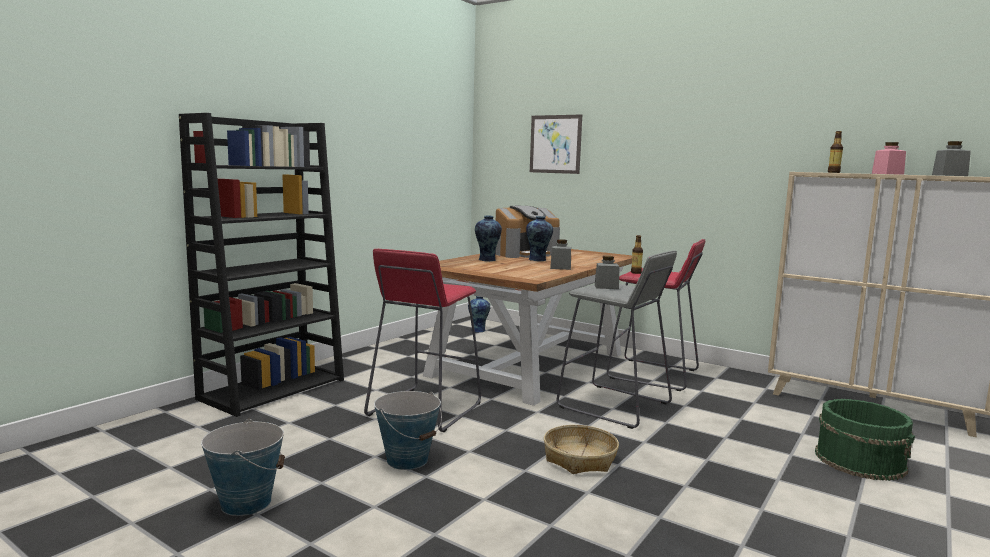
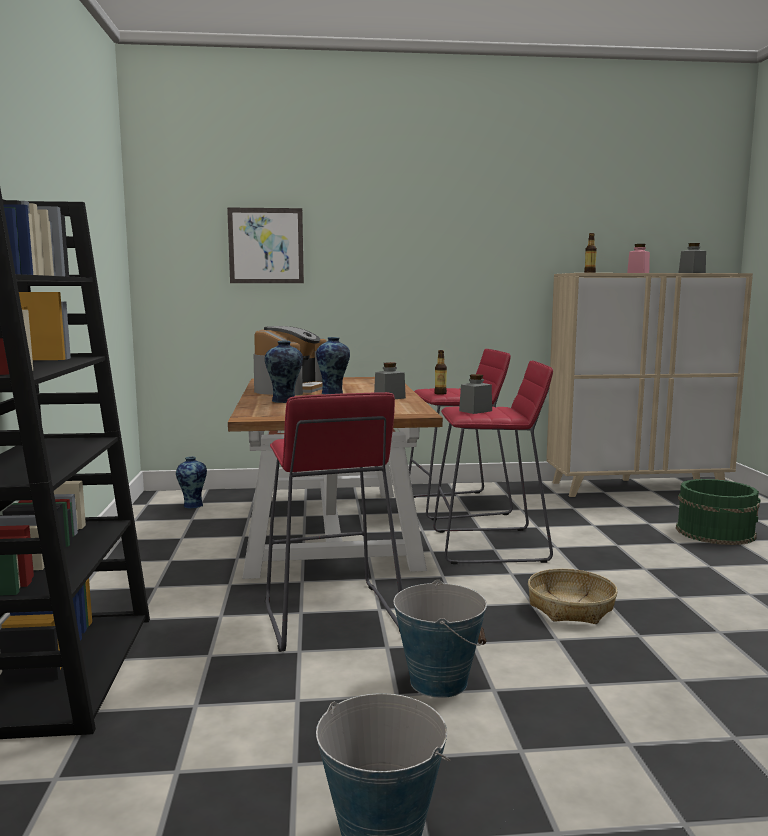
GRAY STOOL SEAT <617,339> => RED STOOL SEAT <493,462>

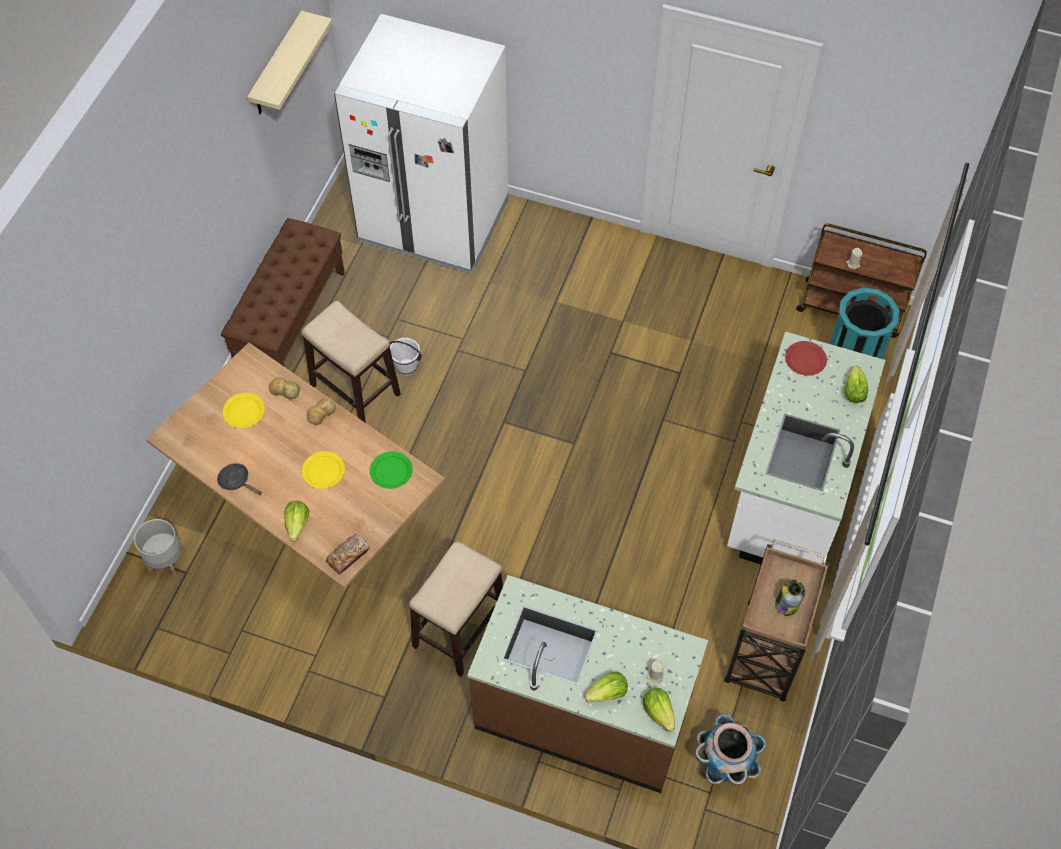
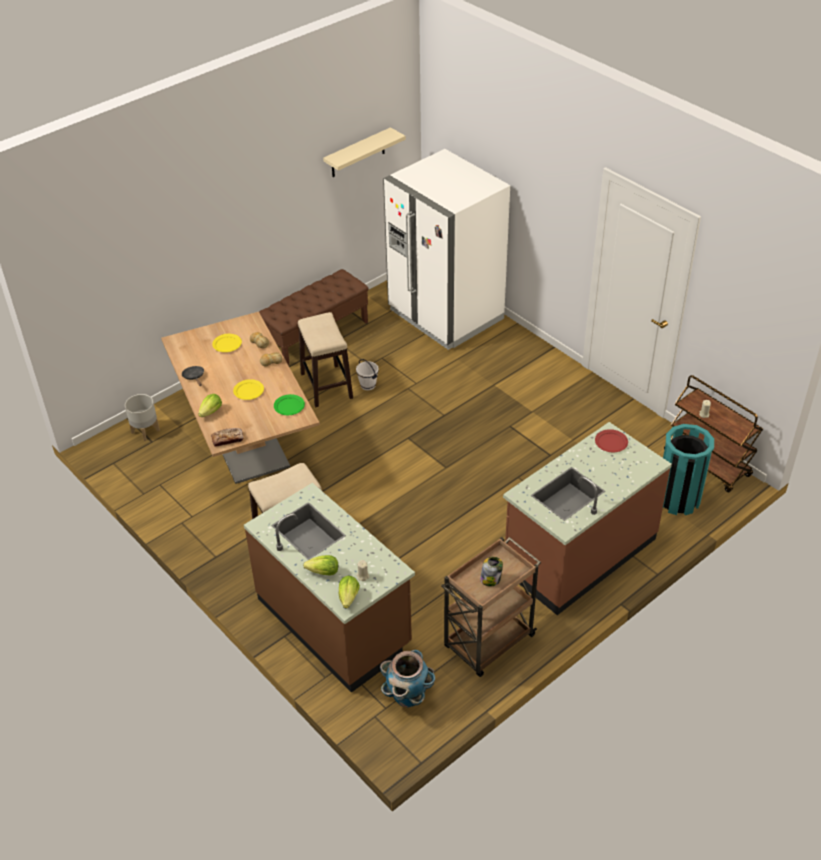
WHITISH KITCHEN BASE UNIT <806,448> => BROWN KITCHEN BASE UNIT <587,518>
LETTUCE <856,384> => nothing

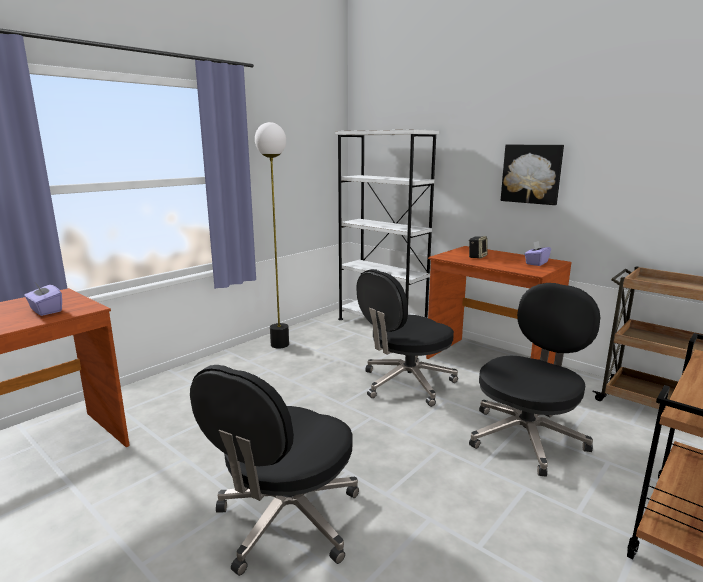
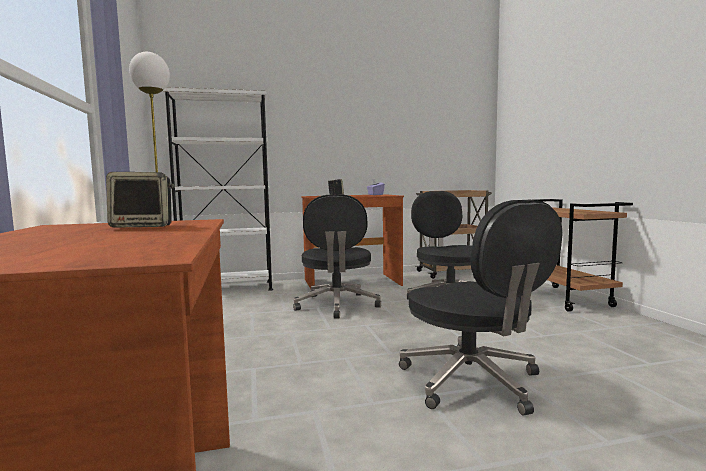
PURPLISH TISSUE BOX <43,299> => AUDIO SPEAKER <140,200>
PICTURE <532,175> => nothing

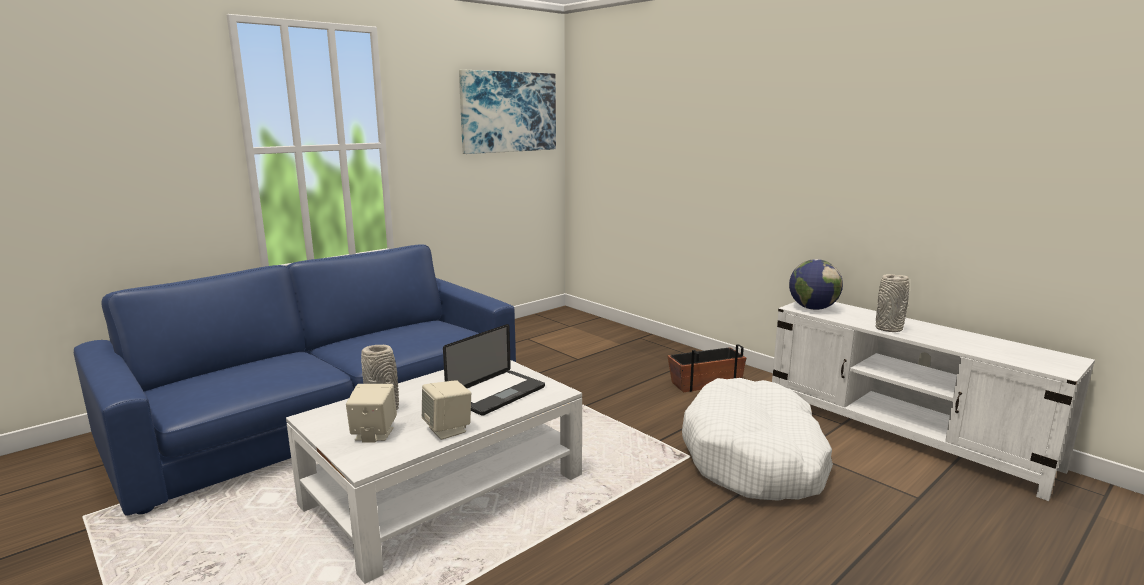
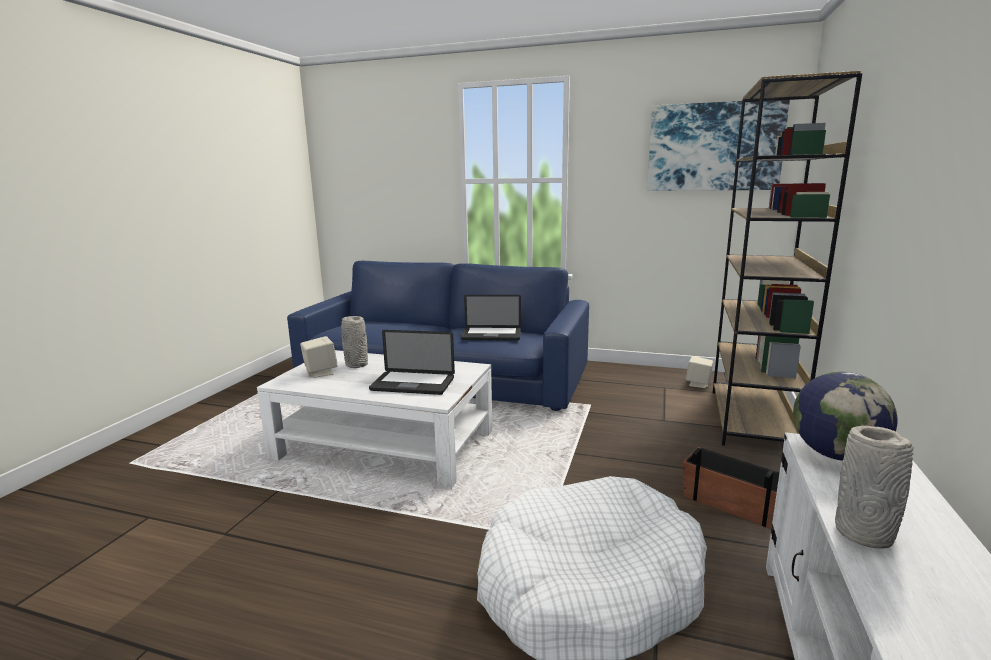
nothing => NOTEBOOK COMPUTER <491,317>
SAND-COLOURED AUDIO SPEAKER <446,410> => SAND-COLOURED AUDIO SPEAKER <699,372>, moved
nothing => BROWN SHELVING UNIT <788,258>

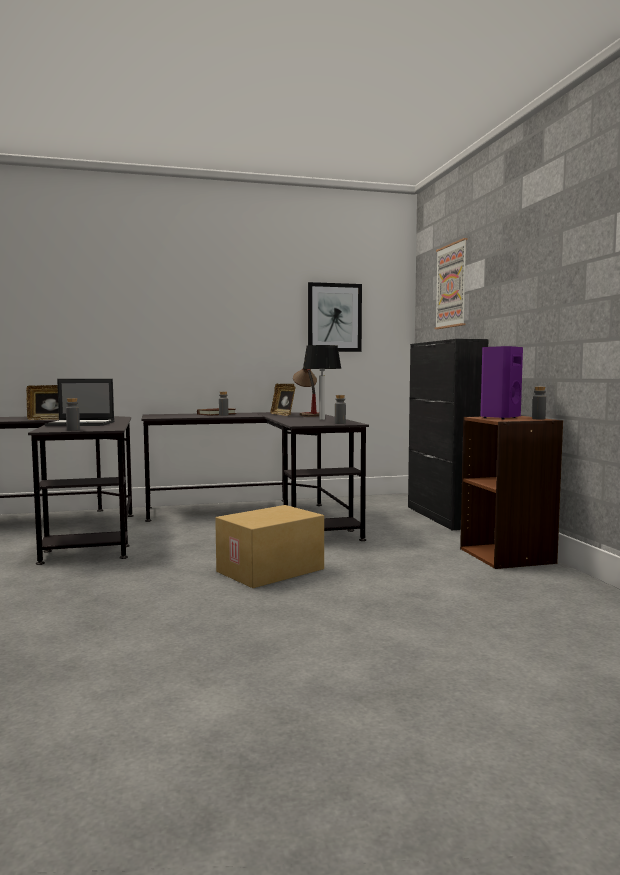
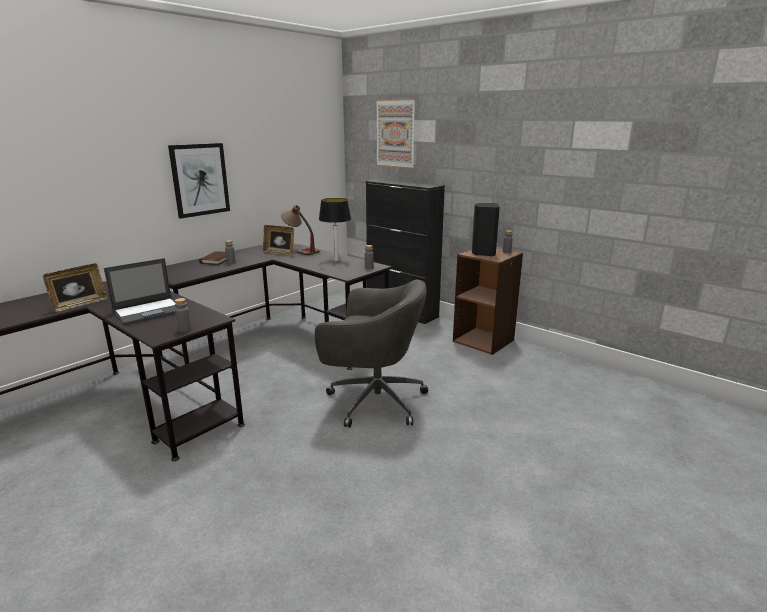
PICTURE <335,317> => PICTURE <199,181>, moved
CARTON <269,546> => GRAY COMPUTER CHAIR <371,354>
PURPLISH AUDIO SPEAKER <502,382> => BLACK-COLOURED AUDIO SPEAKER <486,230>

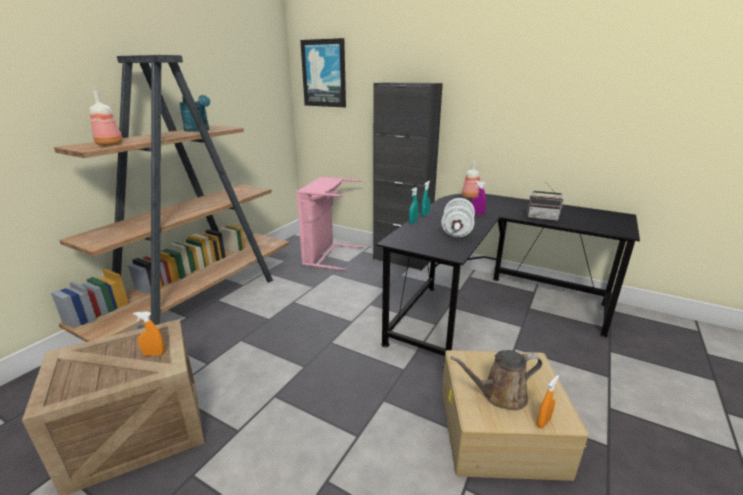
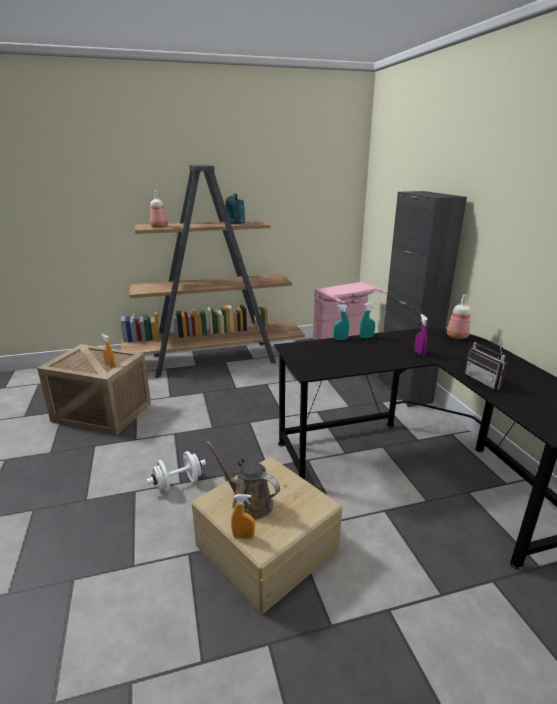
WHITISH DUMBBELL <458,217> => WHITISH DUMBBELL <176,472>, moved
PICTURE <323,72> => nothing

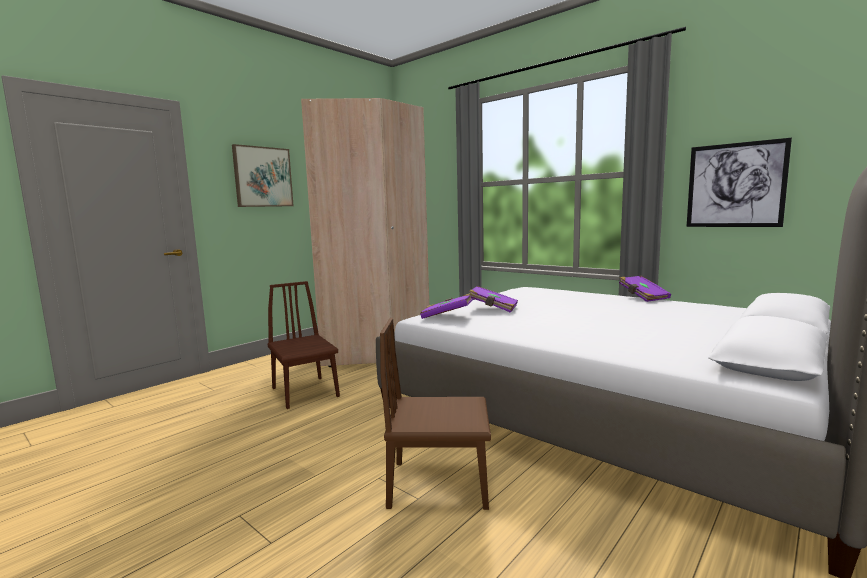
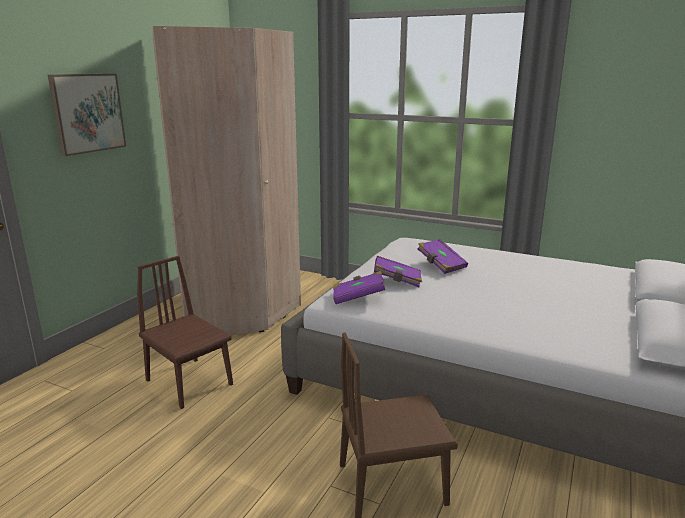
PURPLISH BOUND BOOK <645,289> => PURPLISH BOUND BOOK <442,256>, moved
PICTURE <739,182> => nothing

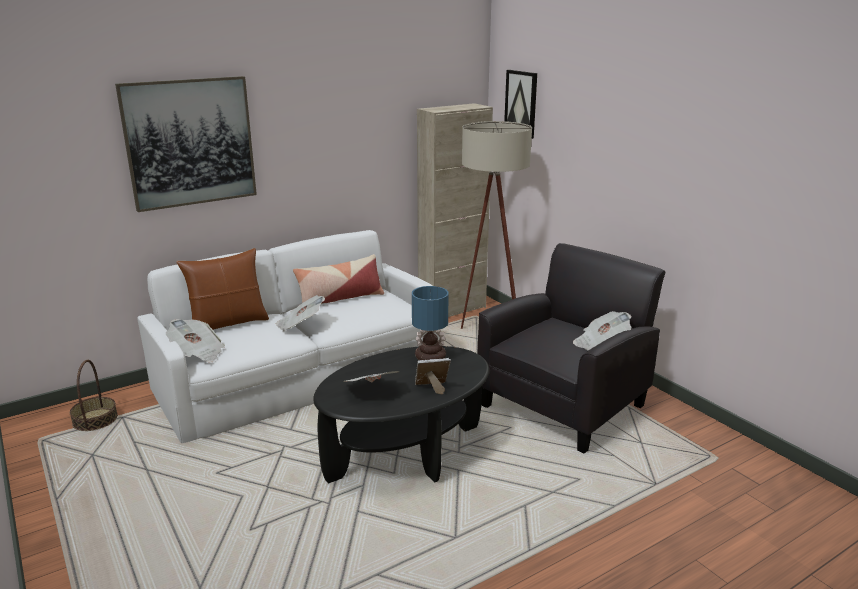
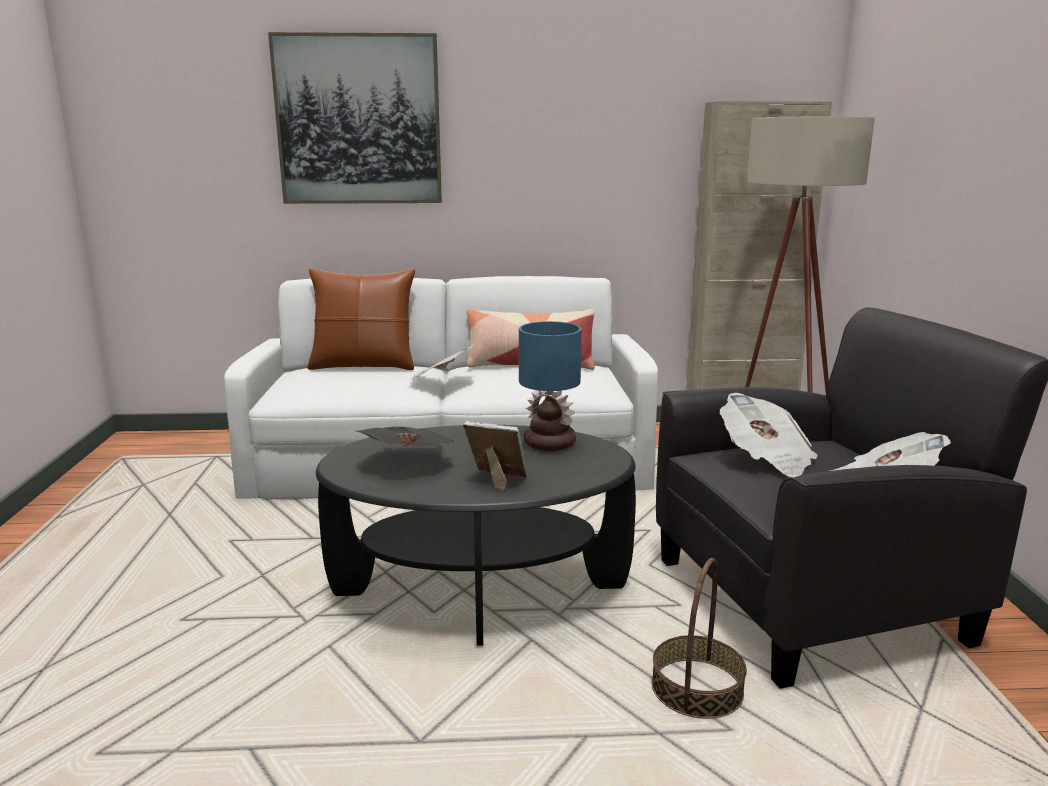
STORAGE BASKET <94,395> => STORAGE BASKET <699,638>, moved
NEWSPAPER <195,340> => NEWSPAPER <769,435>, moved
PICTURE <520,104> => nothing

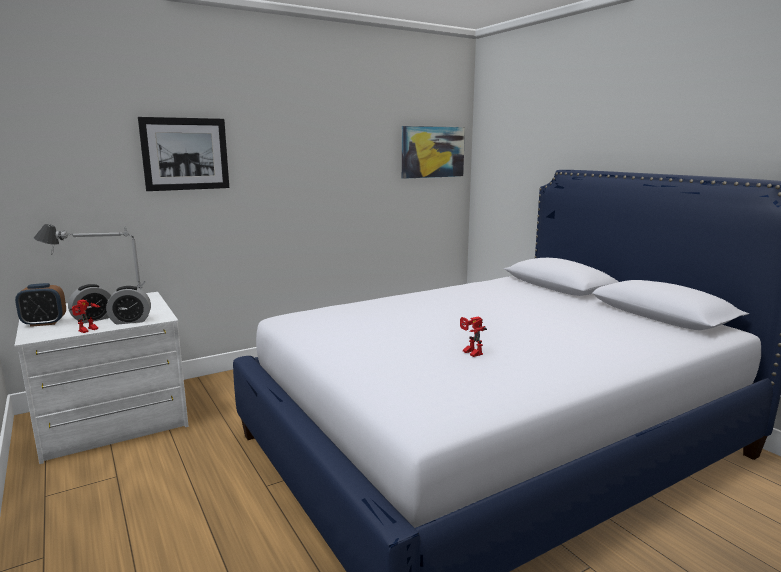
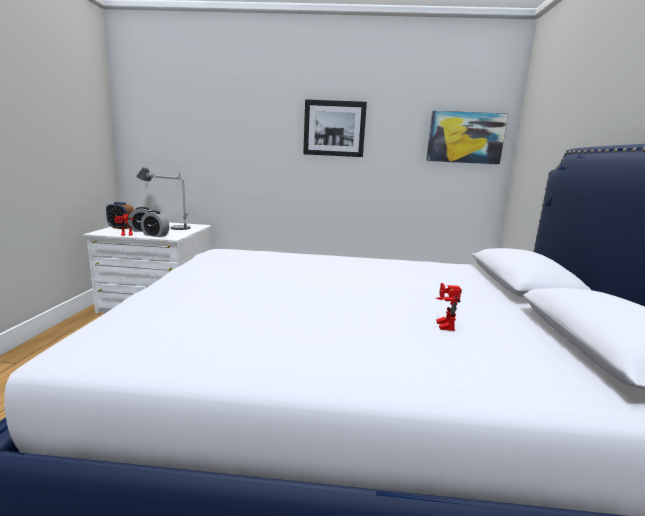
PICTURE <183,154> => PICTURE <335,128>, moved
TOY ROBOT <473,337> => TOY ROBOT <449,307>, moved

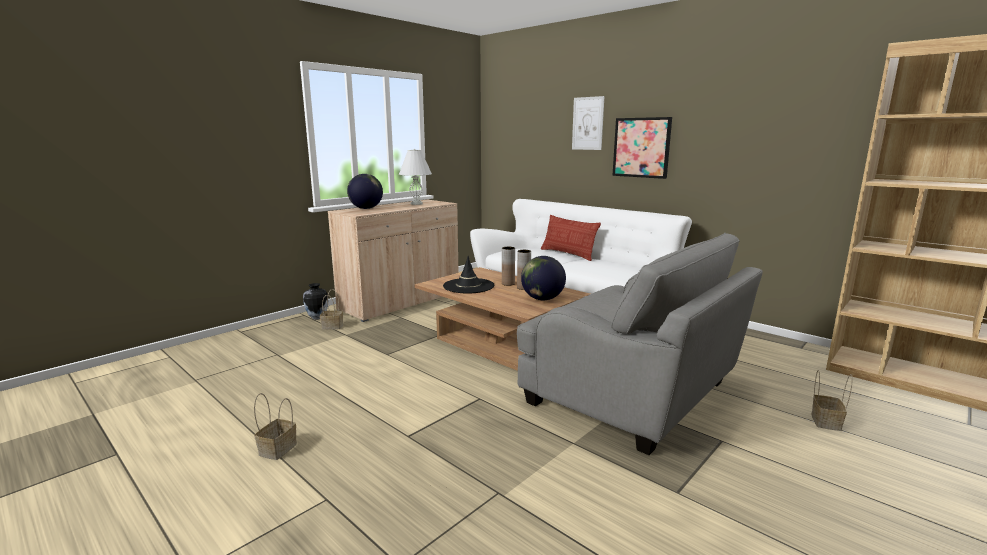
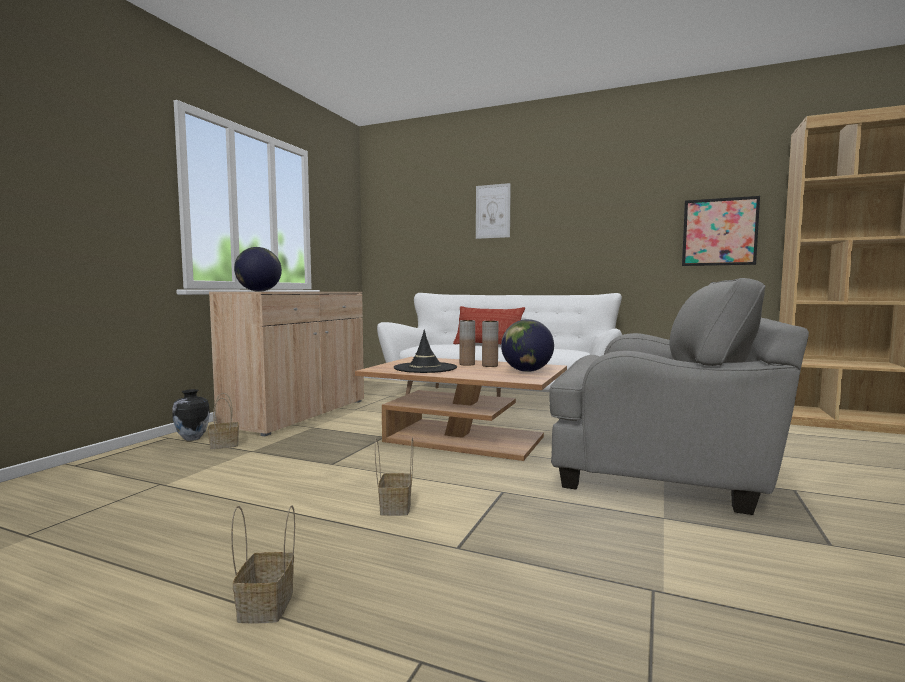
STORAGE BASKET <832,400> => STORAGE BASKET <394,477>, moved
PICTURE <642,148> => PICTURE <721,231>, moved
WHITISH LAMP FOR A TABLE <415,177> => nothing

